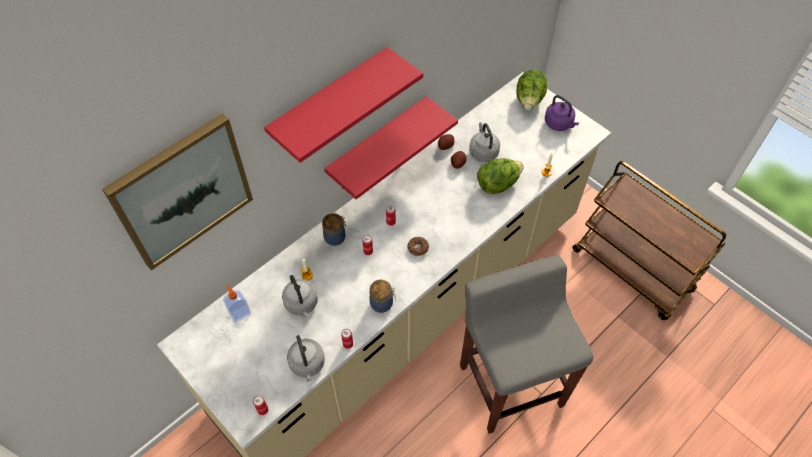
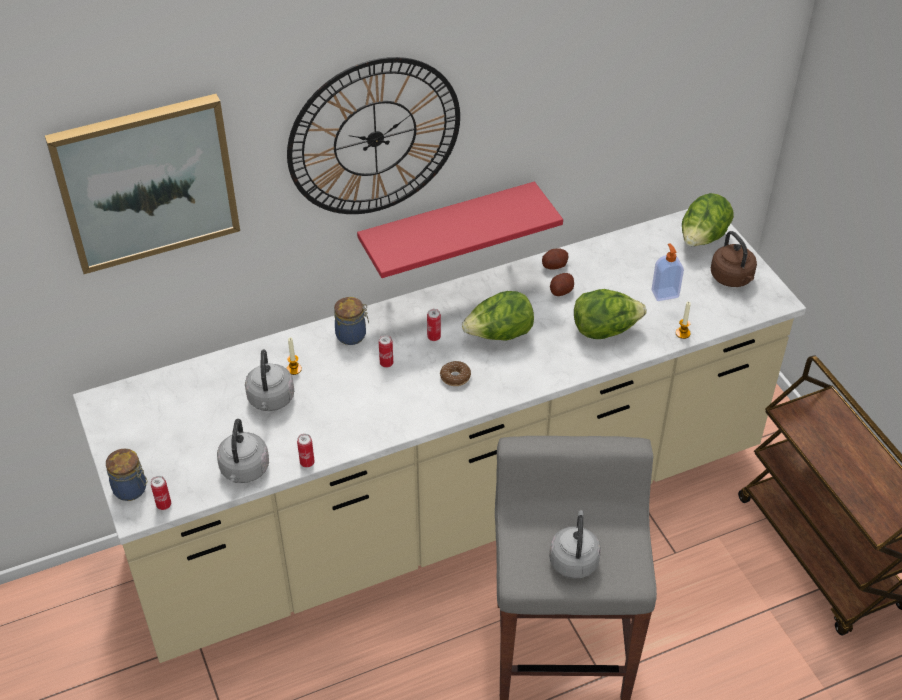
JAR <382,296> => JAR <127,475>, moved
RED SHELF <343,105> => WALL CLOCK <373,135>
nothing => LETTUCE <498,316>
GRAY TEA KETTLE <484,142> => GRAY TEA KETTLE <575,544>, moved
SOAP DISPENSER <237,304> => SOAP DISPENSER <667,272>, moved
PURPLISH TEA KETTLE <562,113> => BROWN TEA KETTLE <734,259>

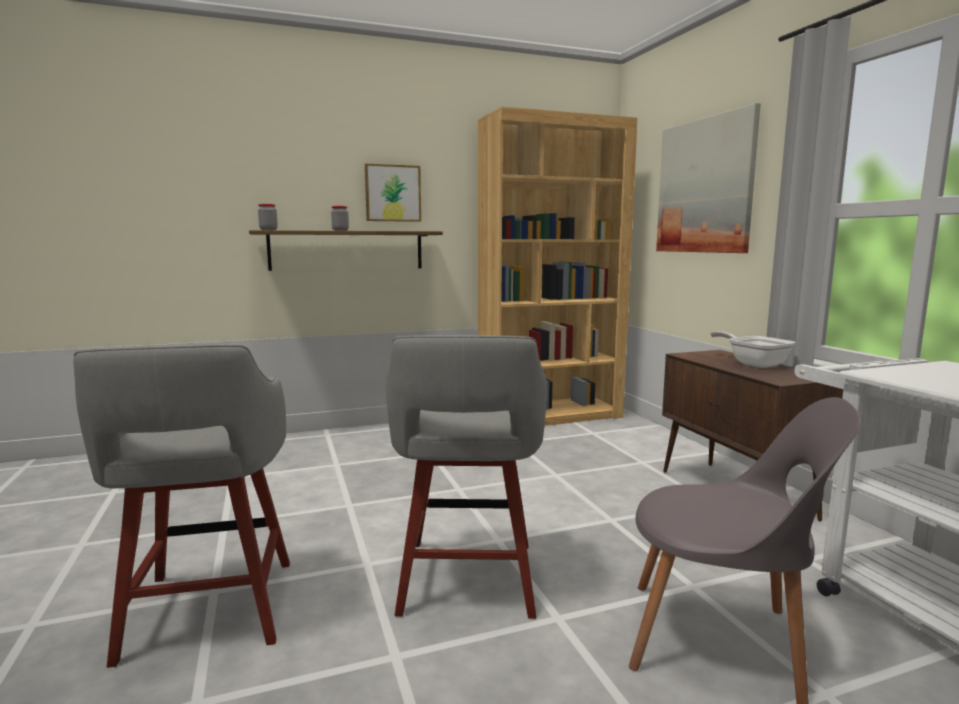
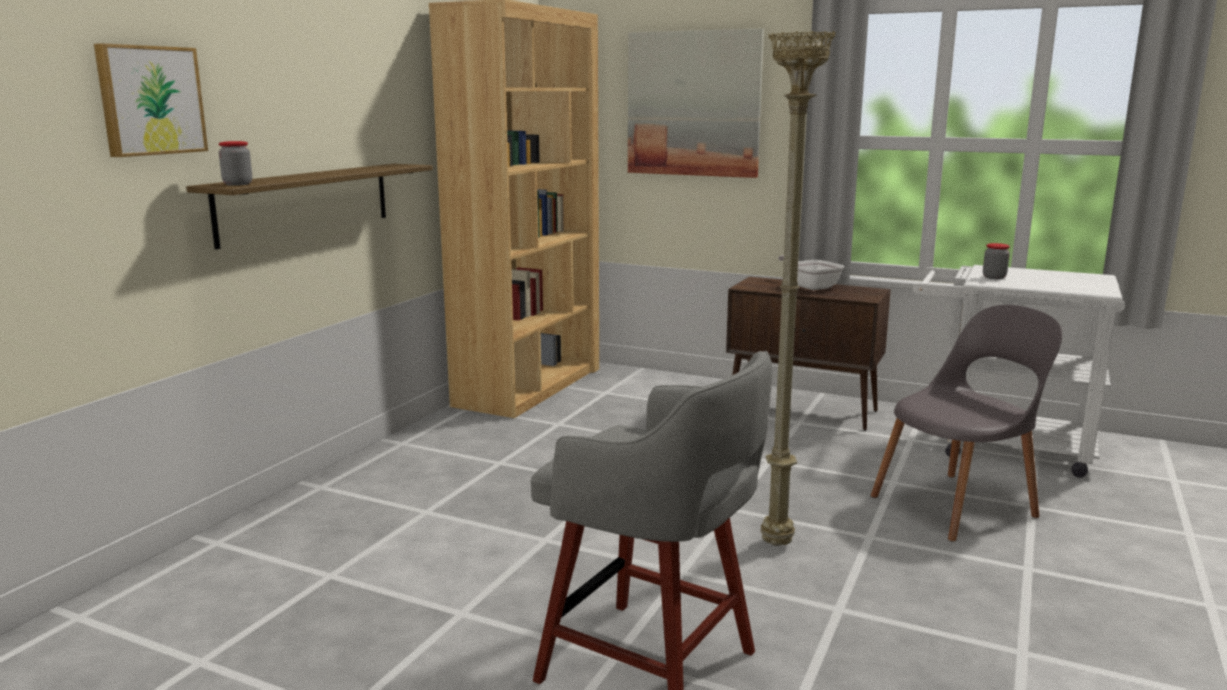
PICTURE <393,193> => PICTURE <151,100>, moved
GRAY STOOL SEAT <466,477> => SAND-COLOURED STANDARD LAMP <798,288>
FRYING PAN <752,349> => FRYING PAN <811,272>, 45 degrees clockwise
JAR <340,218> => JAR <996,261>, moved

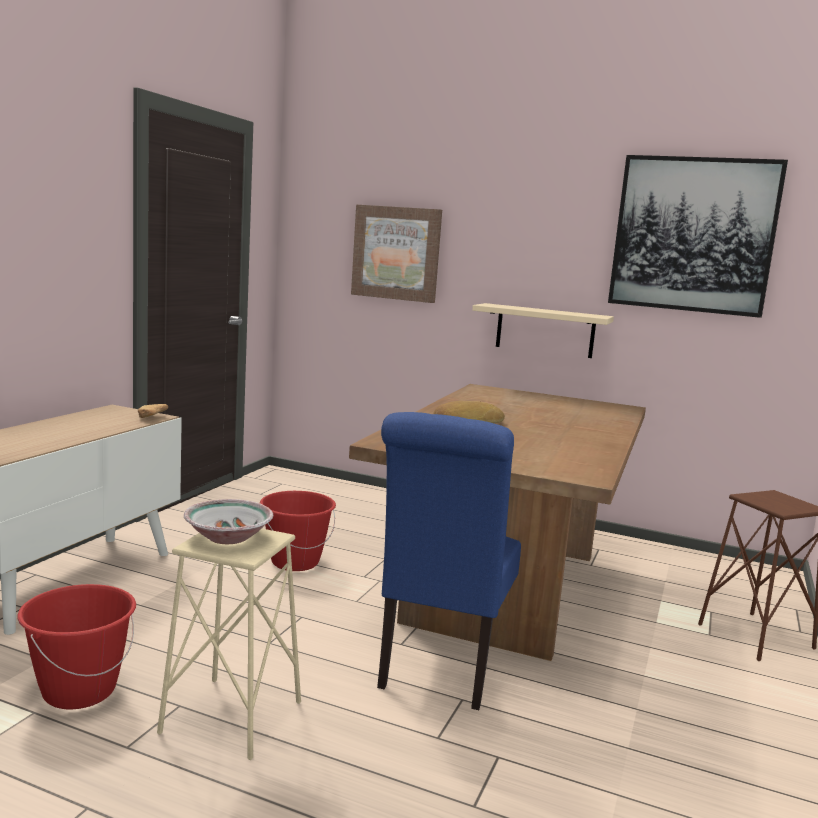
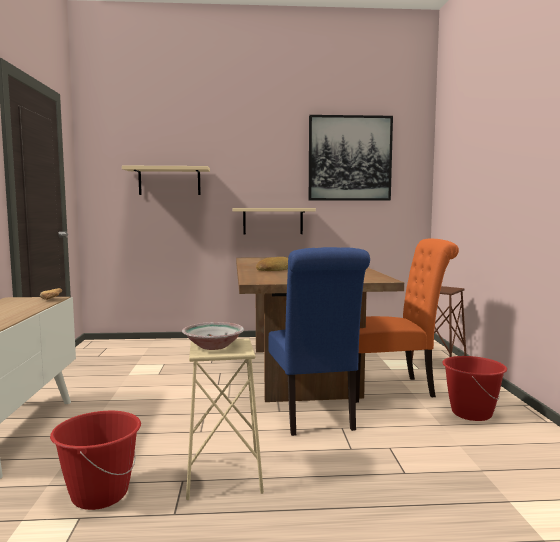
PICTURE <396,253> => SAND-COLOURED SHELF <166,180>
nothing => ORANGEY CHAIR <407,320>
RED WATER BUCKET <298,531> => RED WATER BUCKET <474,388>, moved

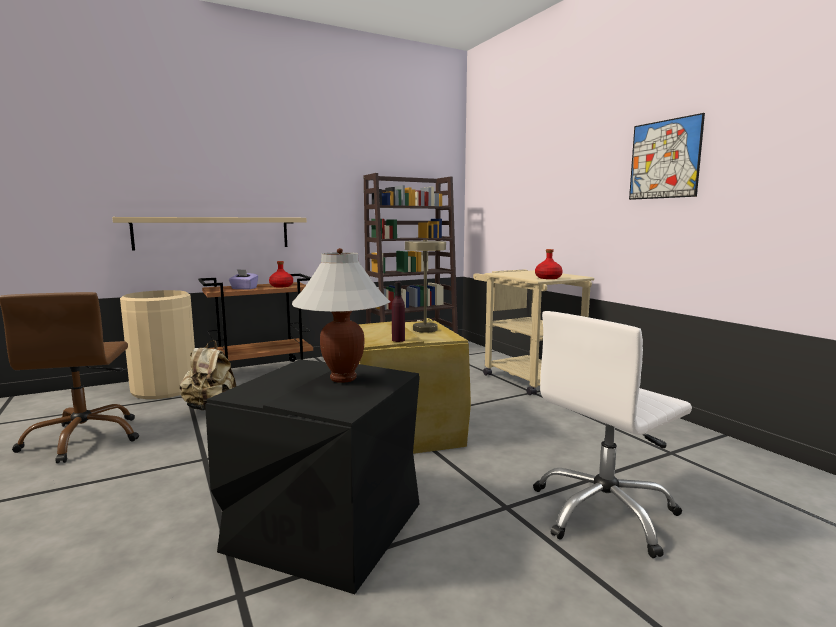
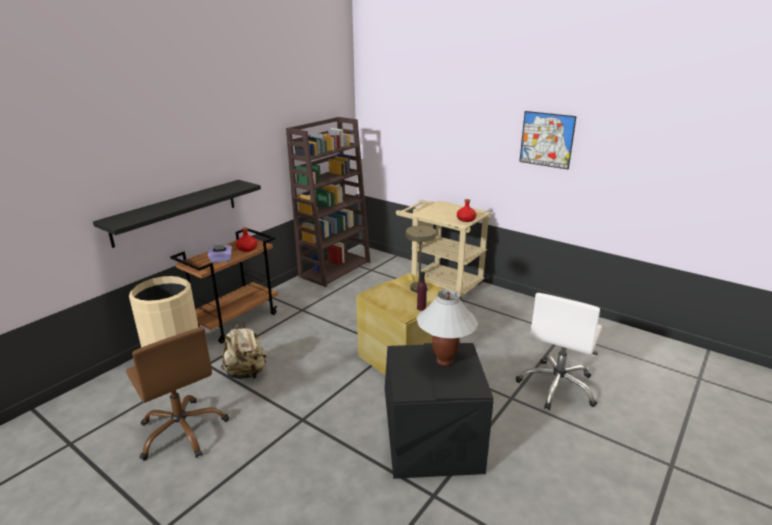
SAND-COLOURED SHELF <209,233> => BLACK-COLOURED SHELF <177,214>

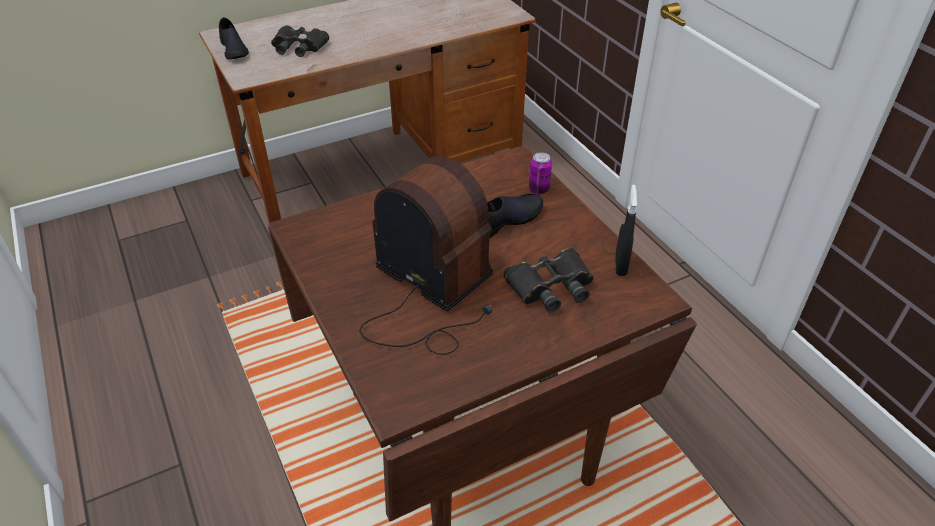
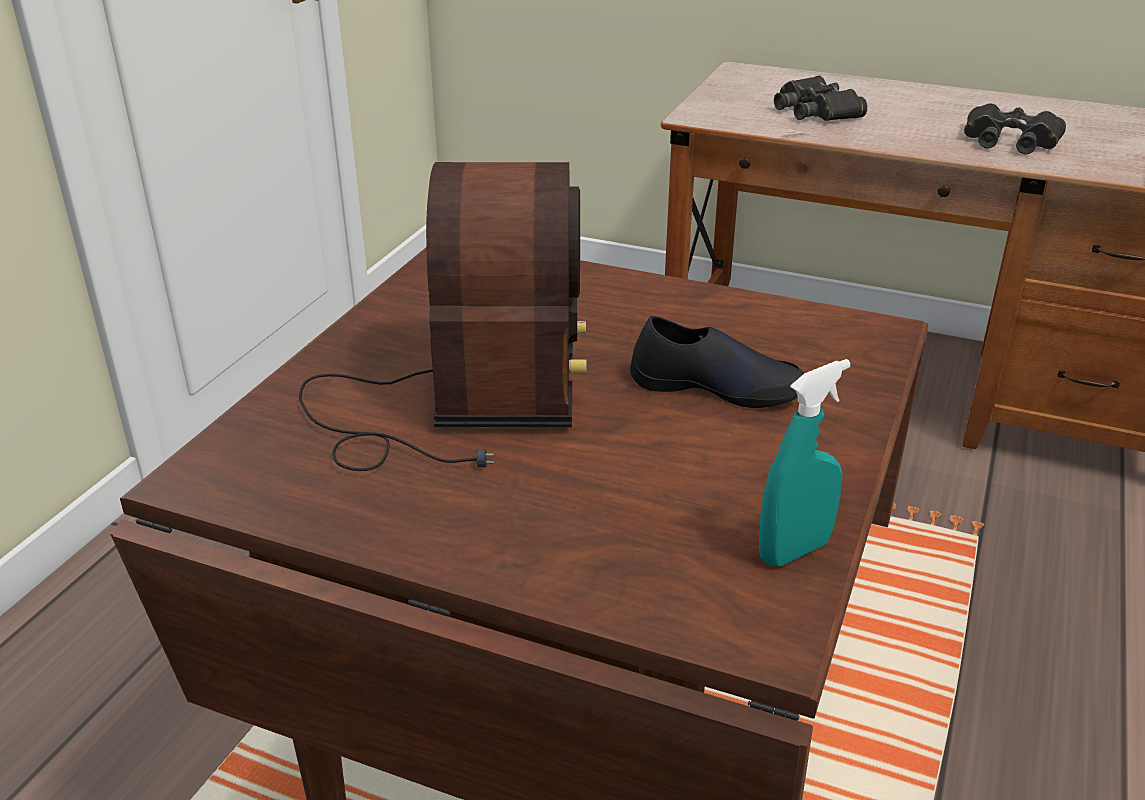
BLACK-COLOURED HAND SPRAYER <626,230> => TURQUOISE HAND SPRAYER <805,462>
BLACK-COLOURED FIELD GLASSES <548,280> => BLACK-COLOURED FIELD GLASSES <1015,128>, moved
BLACK-COLOURED ITEM OF FOOTWEAR <234,38> => nothing
CAN <540,173> => nothing

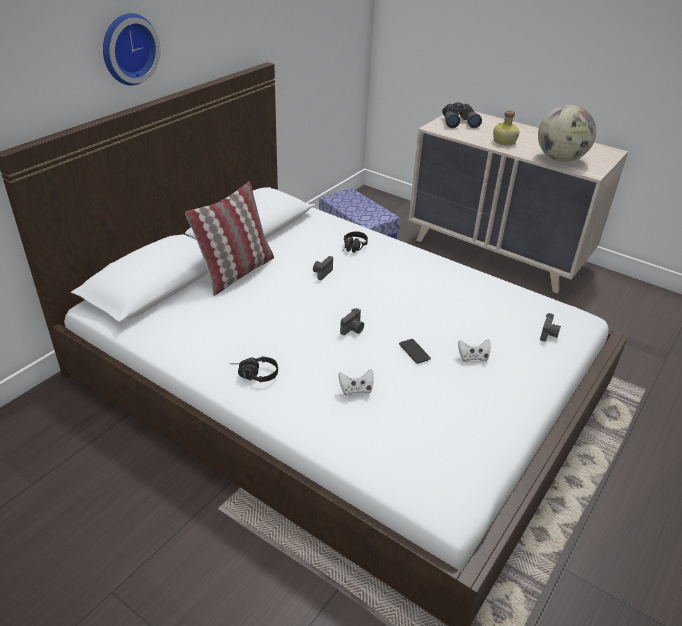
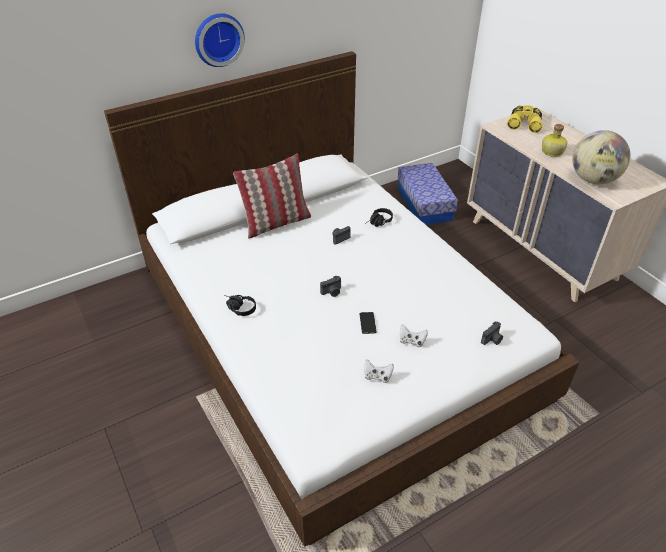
WHITISH GAMEPAD <356,382> => WHITISH GAMEPAD <379,371>, moved
GRAY FIELD GLASSES <462,115> => YELLOW-COLOURED FIELD GLASSES <525,119>

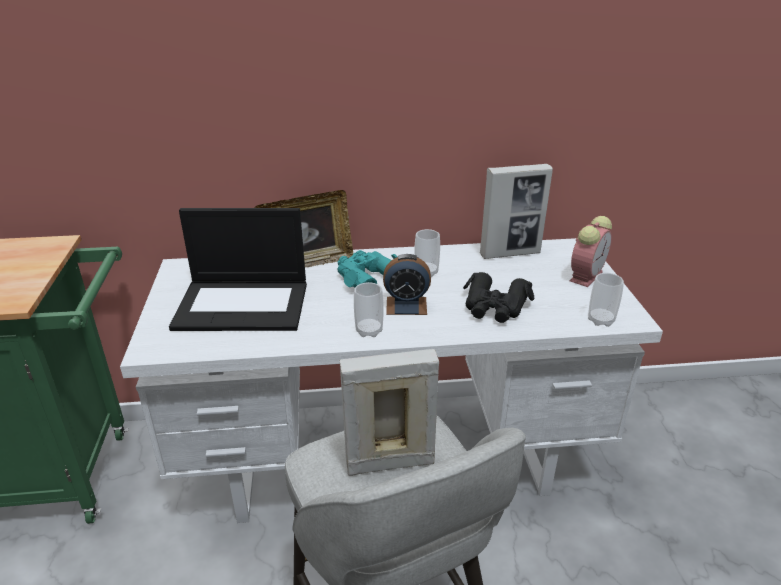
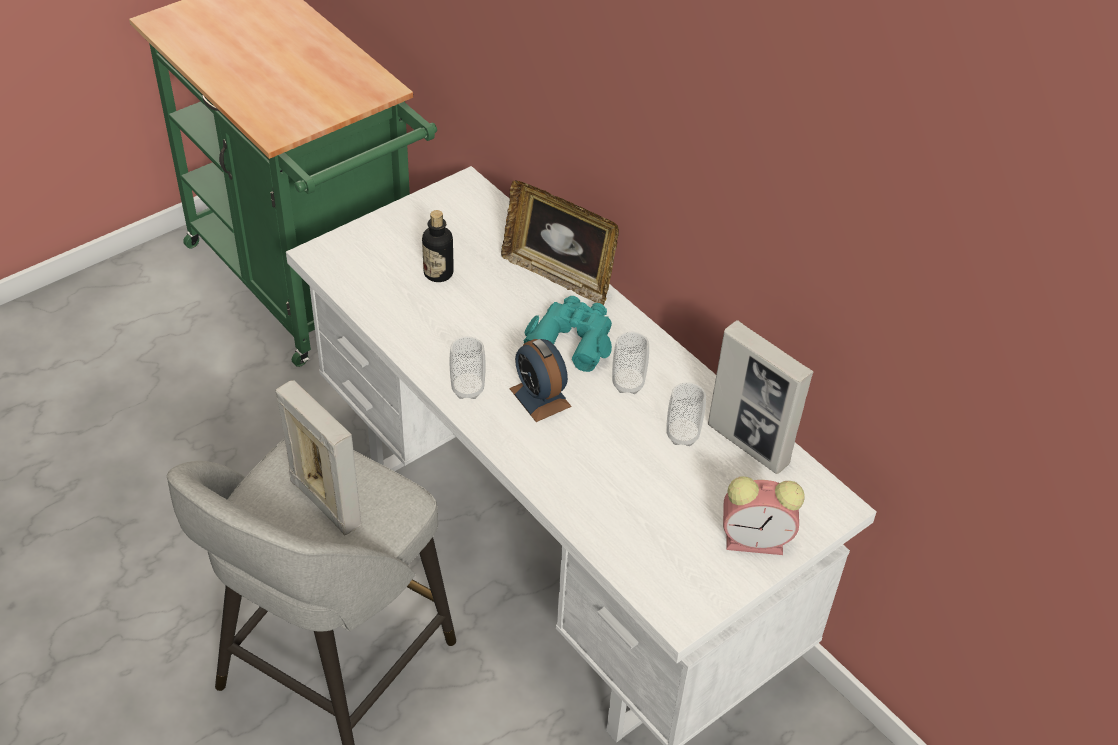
NOTEBOOK COMPUTER <238,269> => BOTTLE <438,246>
CUP <606,300> => CUP <686,414>, moved
BLACK-COLOURED FIELD GLASSES <498,297> => nothing

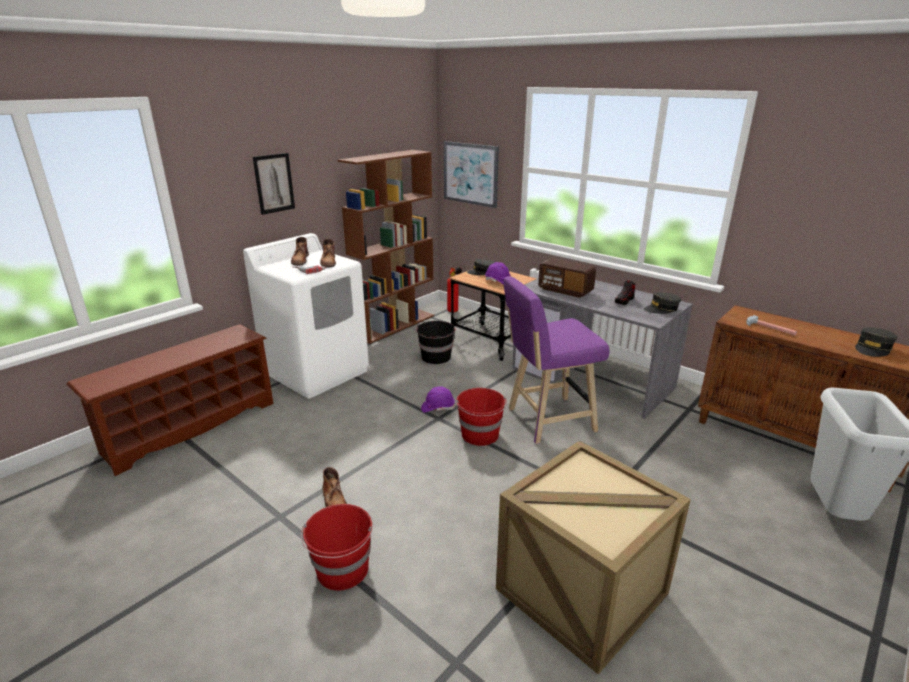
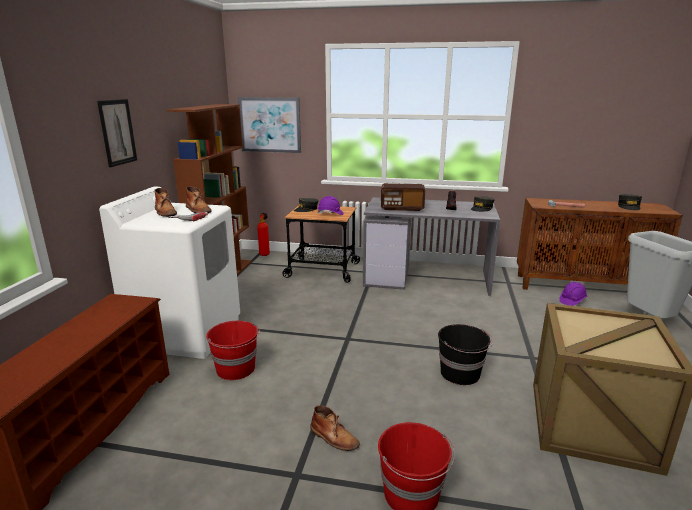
RED WATER BUCKET <481,417> => RED WATER BUCKET <233,350>, moved
BLACK-COLOURED WATER BUCKET <435,342> => BLACK-COLOURED WATER BUCKET <465,354>, moved
PURPLISH SAFETY HELMET <438,399> => PURPLISH SAFETY HELMET <573,294>, moved
PURPLISH STOOL SEAT <557,360> => nothing

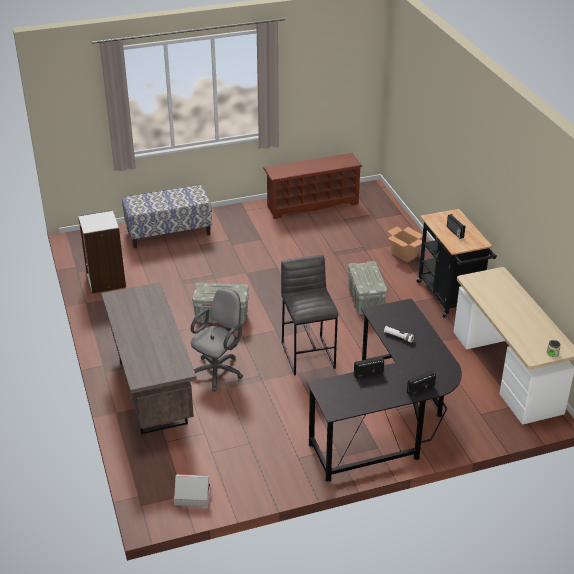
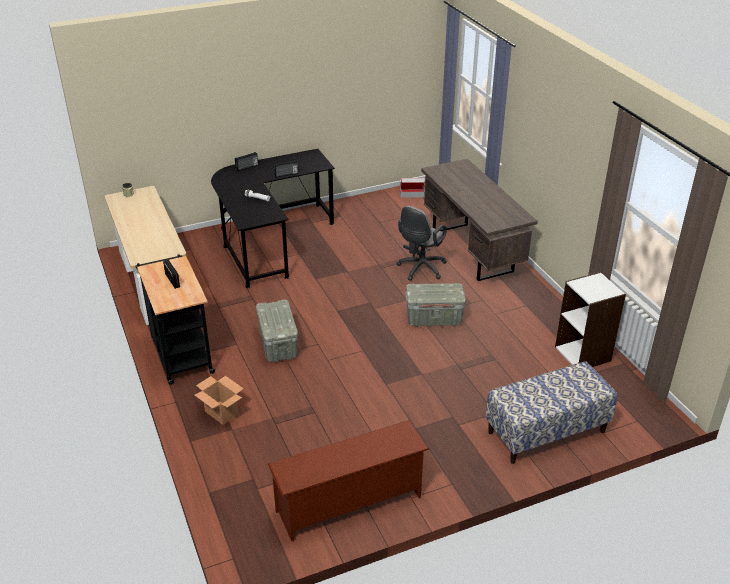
GRAY STOOL SEAT <309,315> => nothing

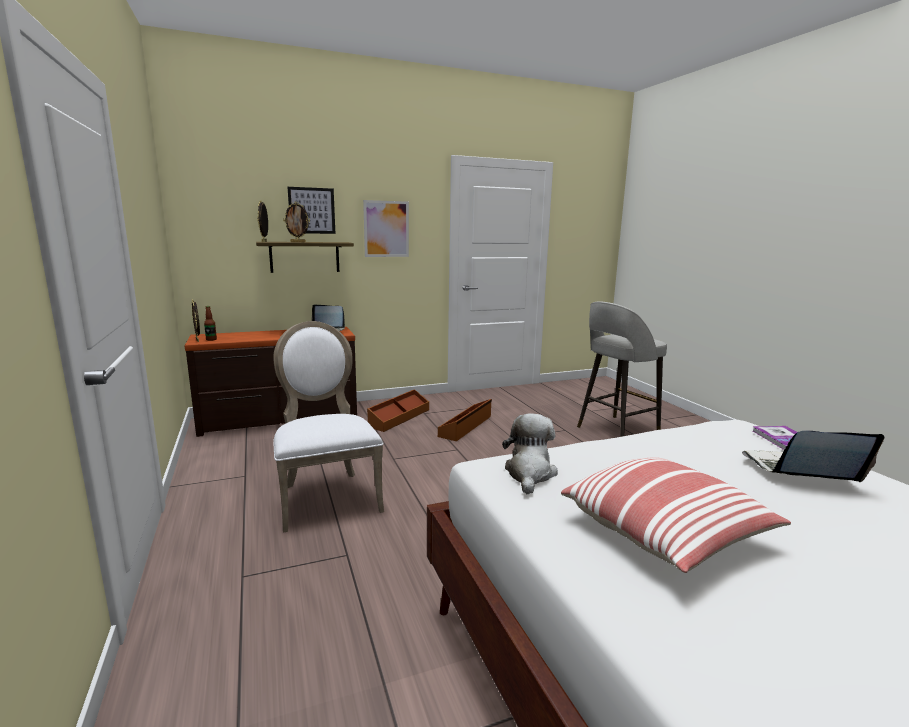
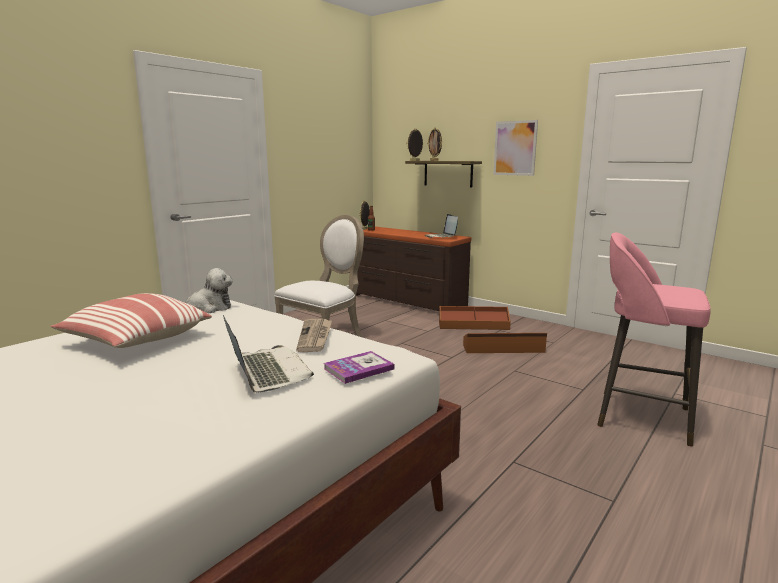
nothing => NEWSPAPER <314,335>
GRAY STOOL SEAT <622,369> => PINK STOOL SEAT <654,340>
PICTURE <311,210> => nothing

